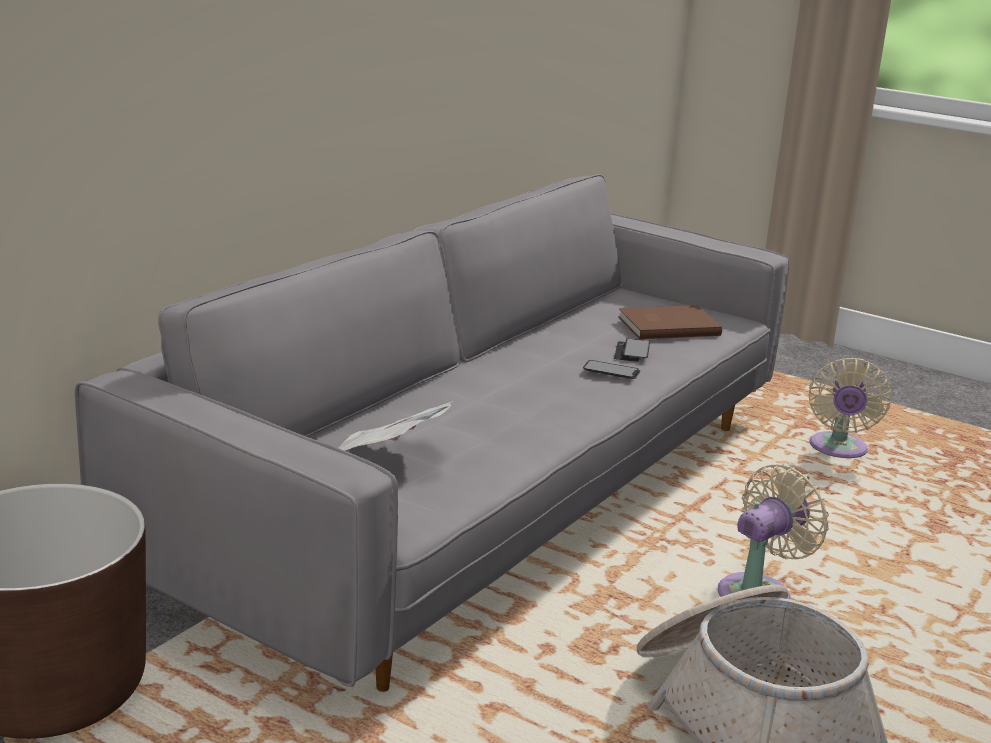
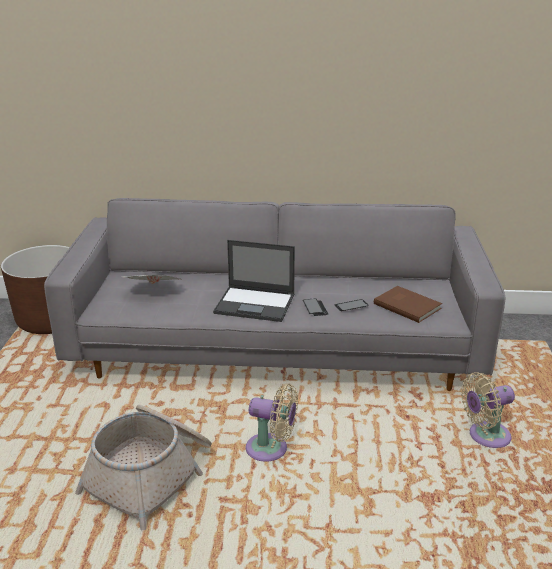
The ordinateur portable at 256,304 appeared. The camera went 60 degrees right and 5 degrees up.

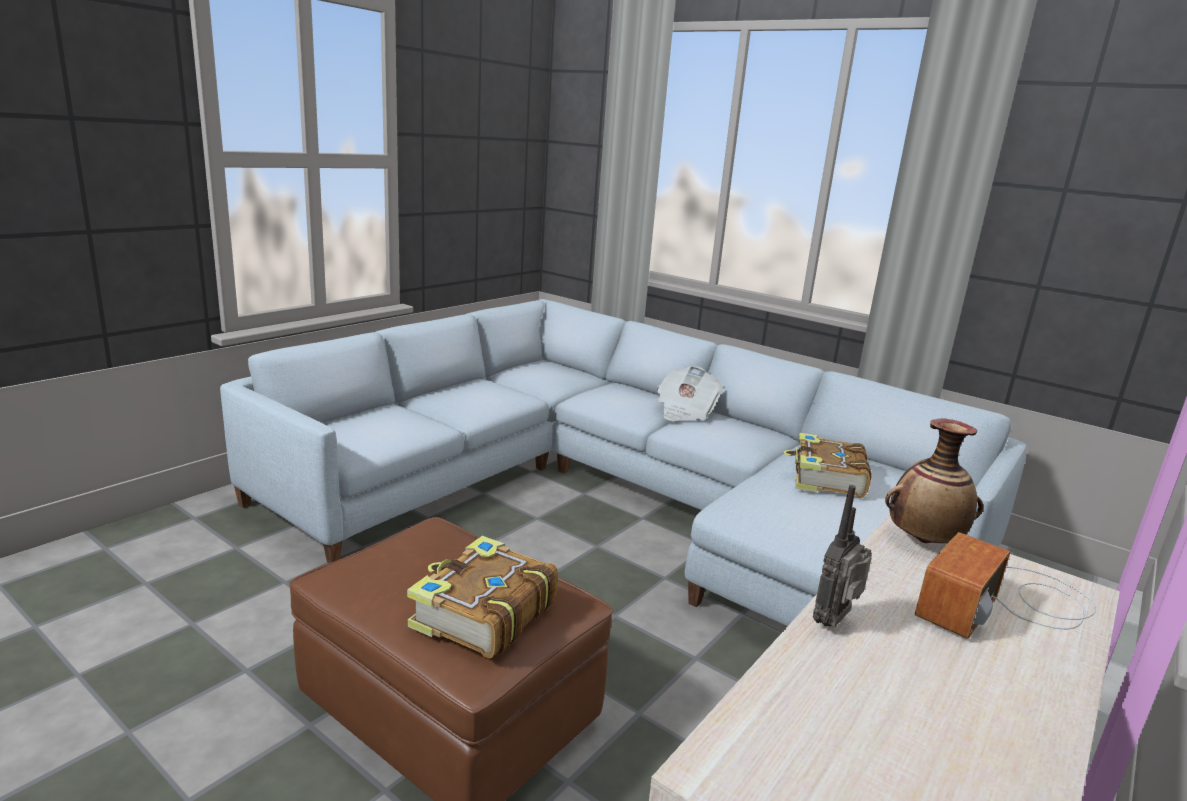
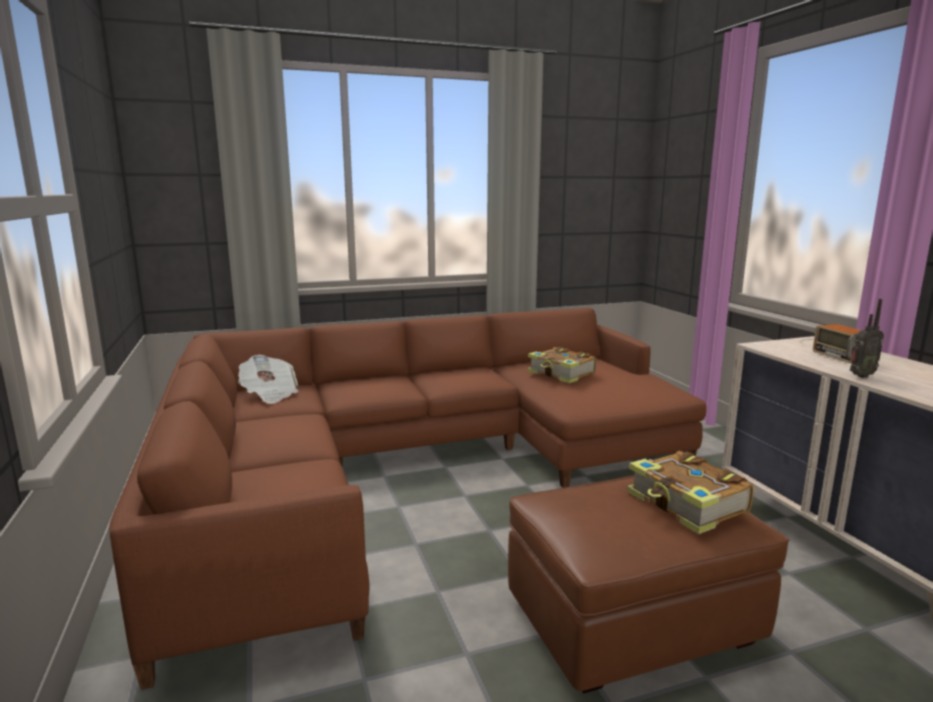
The canapé [gris] at 622,502 became the canapé [marron] at 415,466. The journal moved from 685,411 to 269,394. The radio at 835,623 turned 90 degrees counterclockwise. The vase at 923,540 disappeared. The camera went 55 degrees left and 5 degrees down.

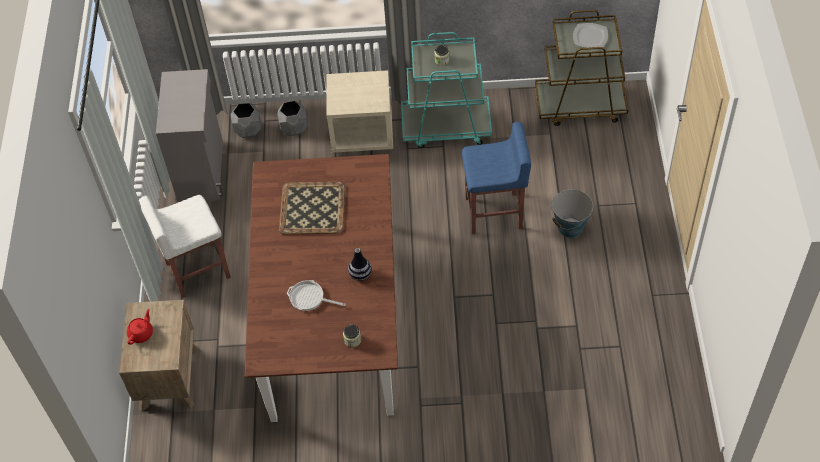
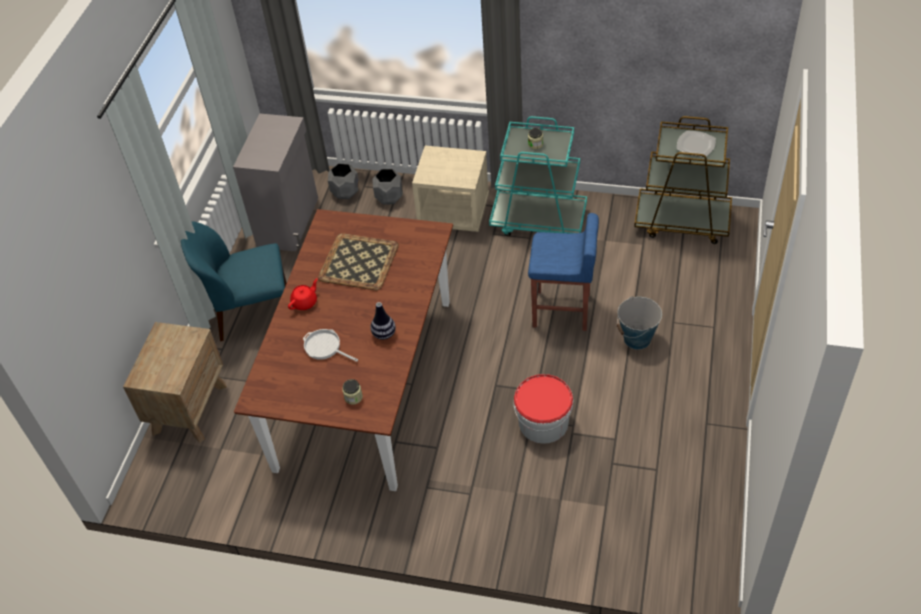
The théière [rouge] moved from 141,333 to 305,302. The tabouret [blanc] at 197,271 was replaced by the chaise [bleu] at 252,313. The seau at 543,422 appeared. The camera went 15 degrees right and 5 degrees down.

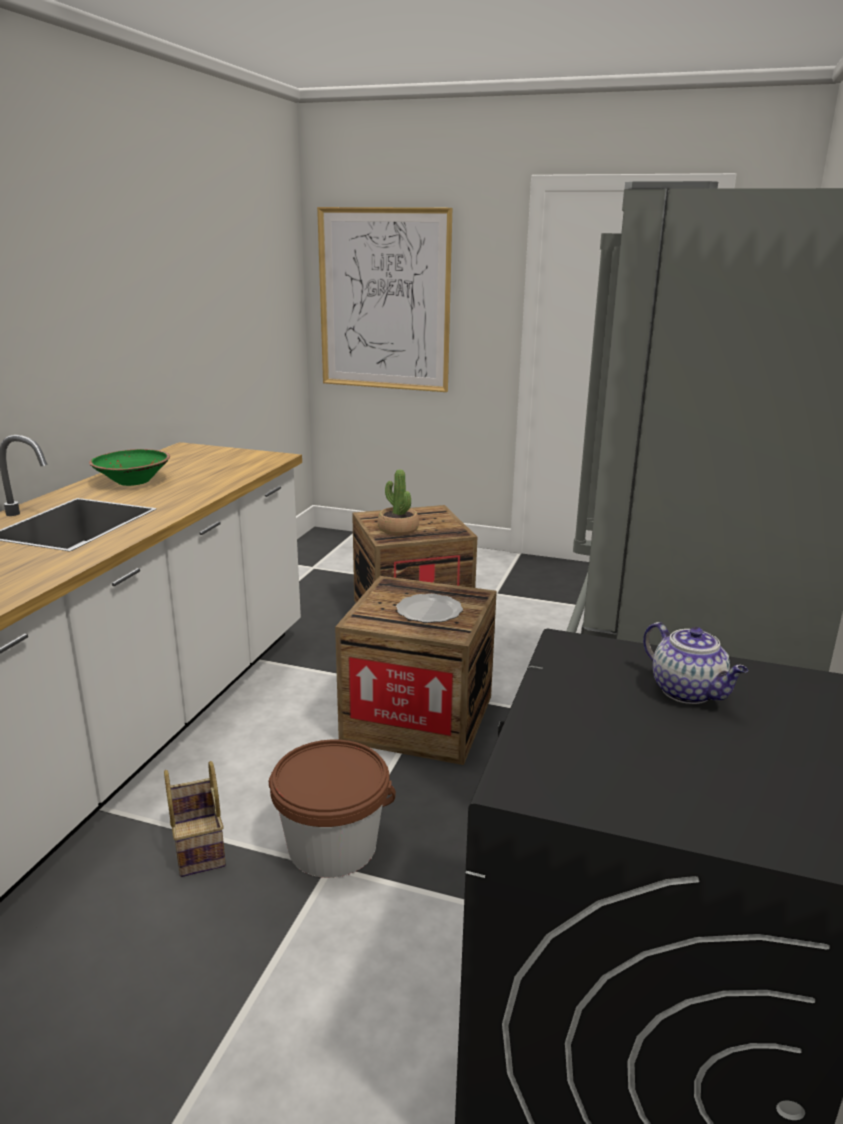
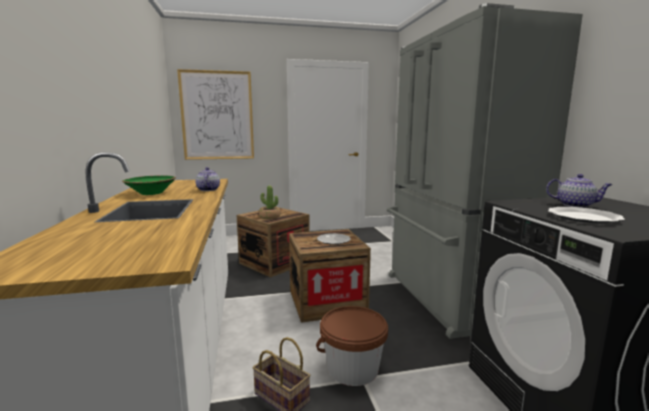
The théière at 208,190 appeared. The assiette at 582,217 appeared. The camera went 30 degrees left and 10 degrees down.

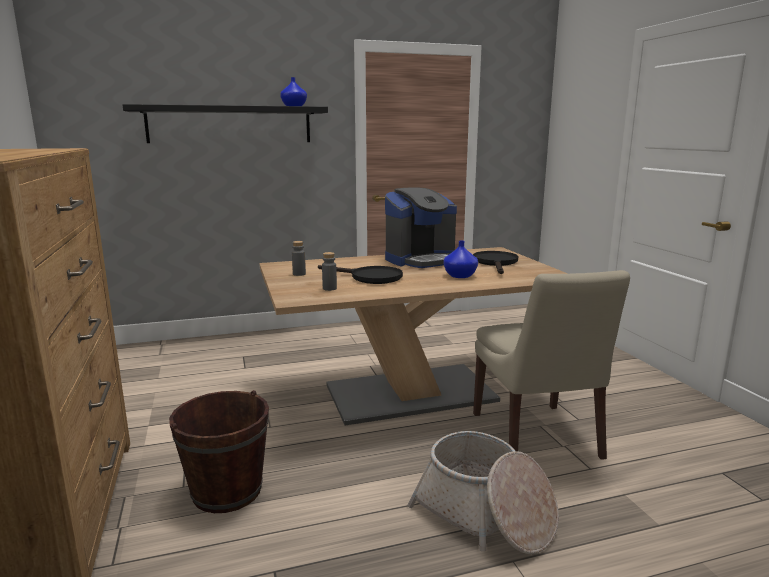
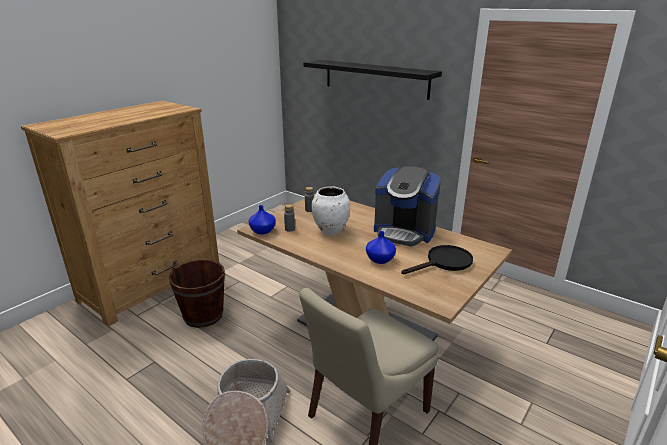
The vase [bleu] moved from 293,106 to 262,231. The poêle [noir] at 369,277 was replaced by the vase [blanc] at 330,231. The camera went 55 degrees right and 10 degrees up.

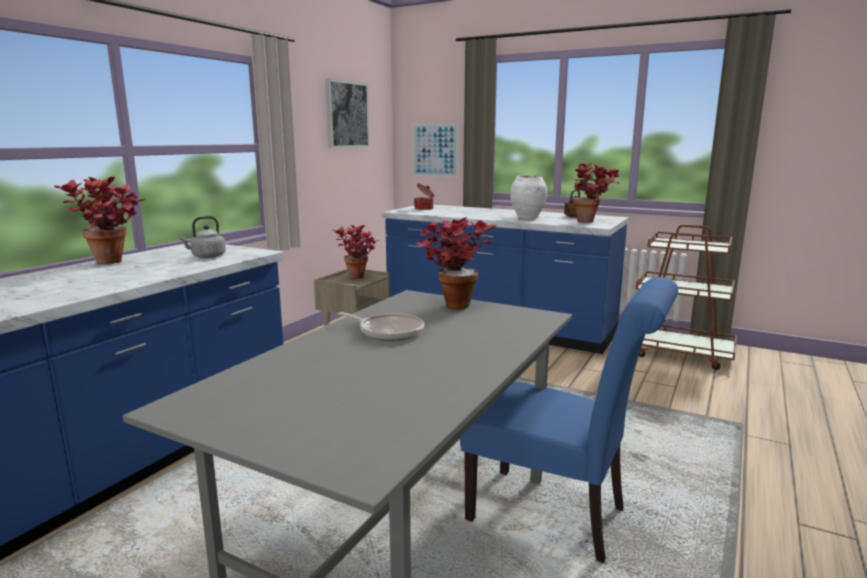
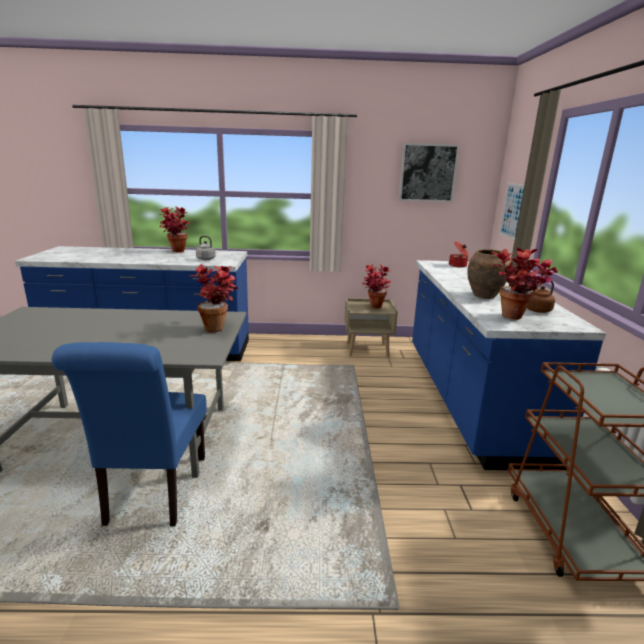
The poêle at 388,331 disappeared. The vase [blanc] at 527,218 became the vase [marron] at 484,296. The camera went 60 degrees right and 5 degrees up.

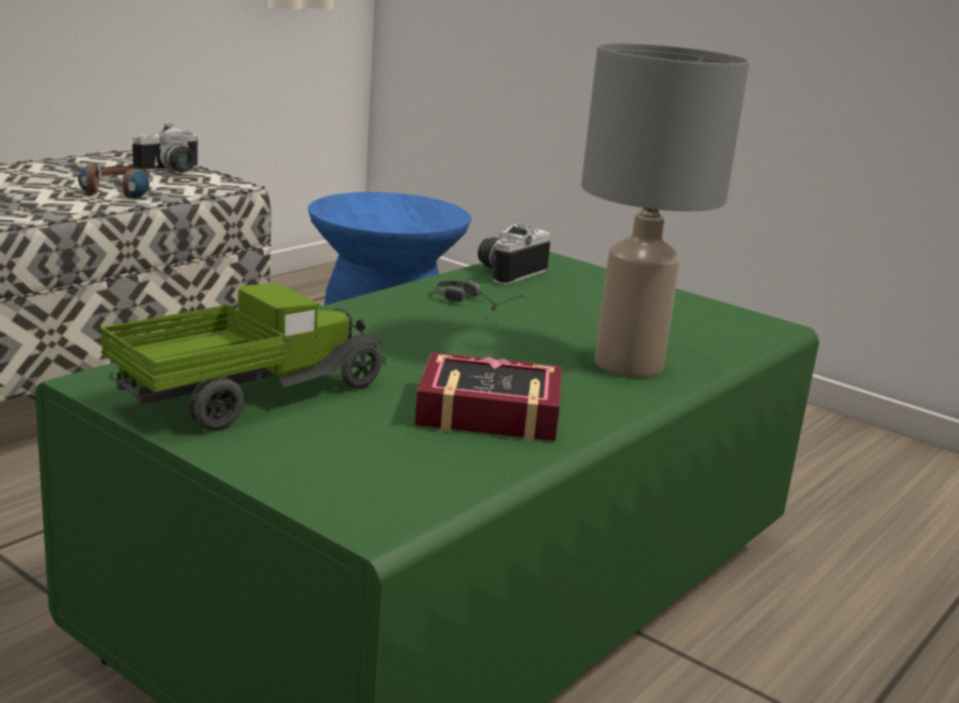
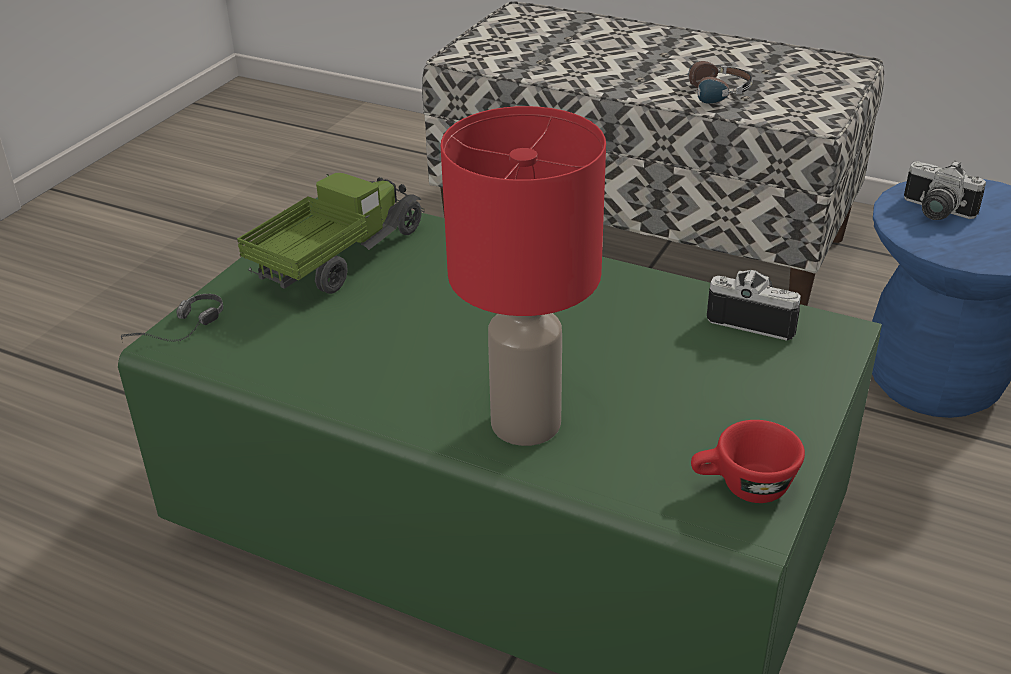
The camion jouet at 249,396 turned 90 degrees counterclockwise. The appareil photo moved from 172,171 to 934,212. The livre at 482,409 disappeared. The casque audio moved from 484,306 to 179,334. The lampe de table [gris] at 631,365 became the lampe de table [rouge] at 526,425. The tasse [rouge] at 743,487 appeared. The camera went 80 degrees right and 15 degrees up.

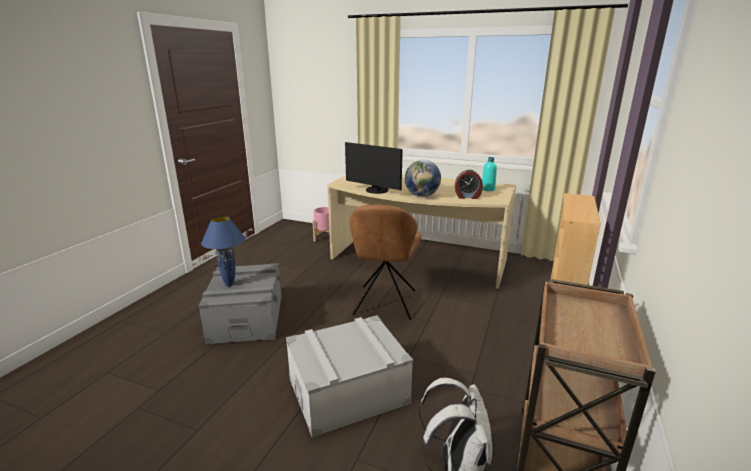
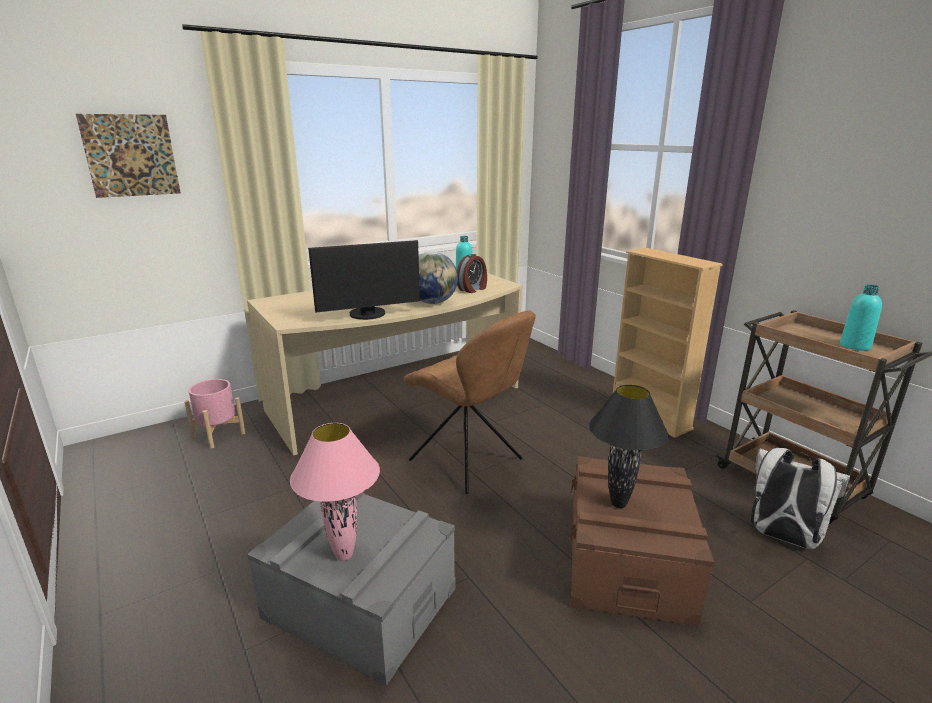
The lampe de table [bleu] at 229,284 became the lampe de table [rose] at 345,556. The boîte de rangement [gris] at 348,392 became the boîte de rangement [marron] at 628,561. The tableau at 131,155 appeared. The lampe de table [noir] at 617,503 appeared. The bouteille [turquoise] at 855,346 appeared. The camera went 55 degrees left and 0 degrees up.

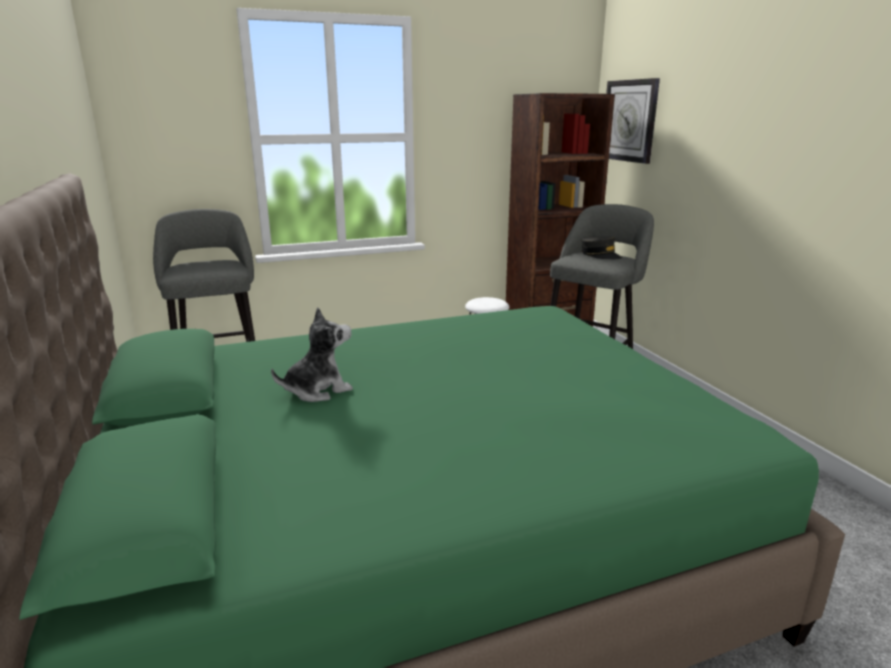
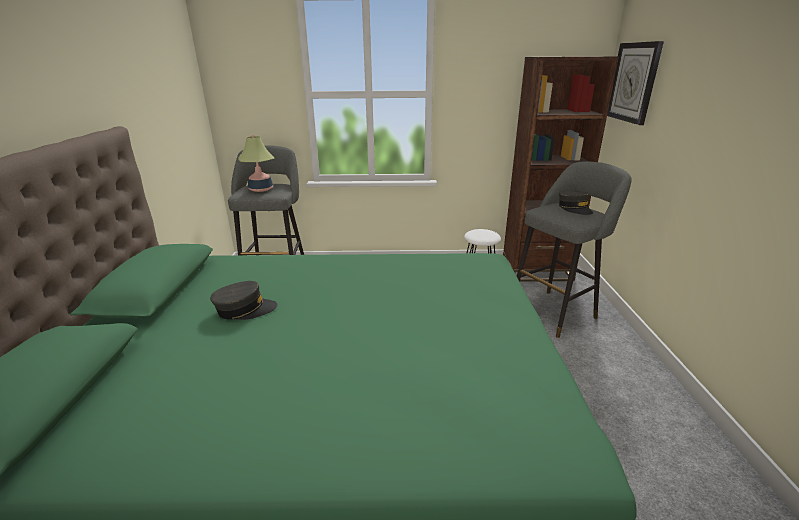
The peluche at 317,390 was replaced by the casquette [gris] at 245,309. The lampe de table at 261,189 appeared. The camera went 20 degrees right and 5 degrees up.

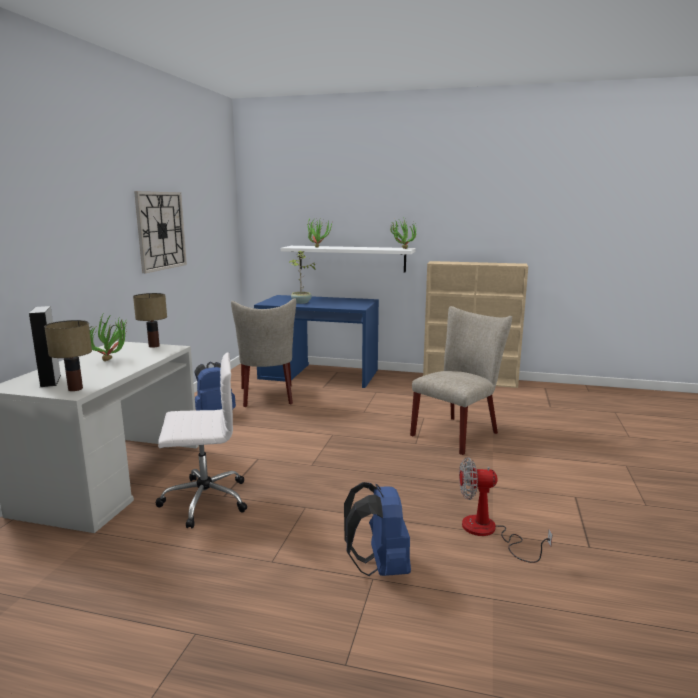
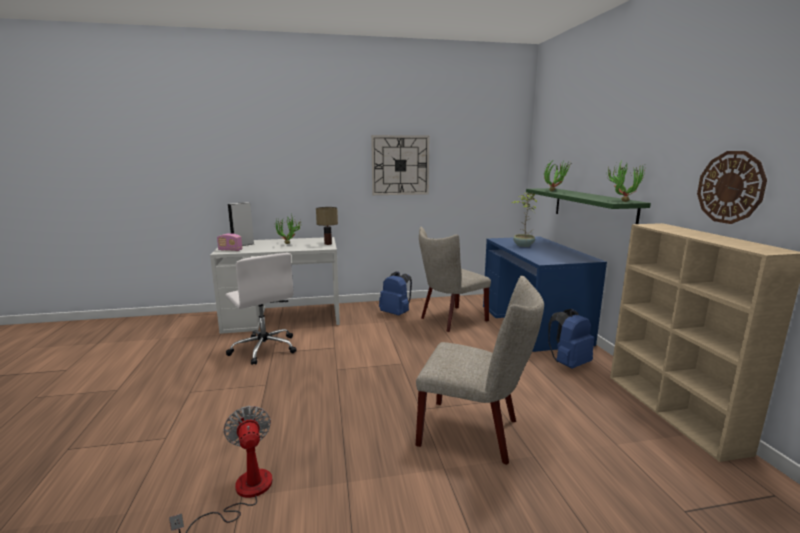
The lampe de table at 75,388 was replaced by the radio at 230,250. The étagère [blanc] at 351,258 became the étagère [vert] at 592,208. The sac à dos [bleu] moved from 380,567 to 568,364. The horloge murale at 730,187 appeared. The camera went 65 degrees right and 0 degrees up.

